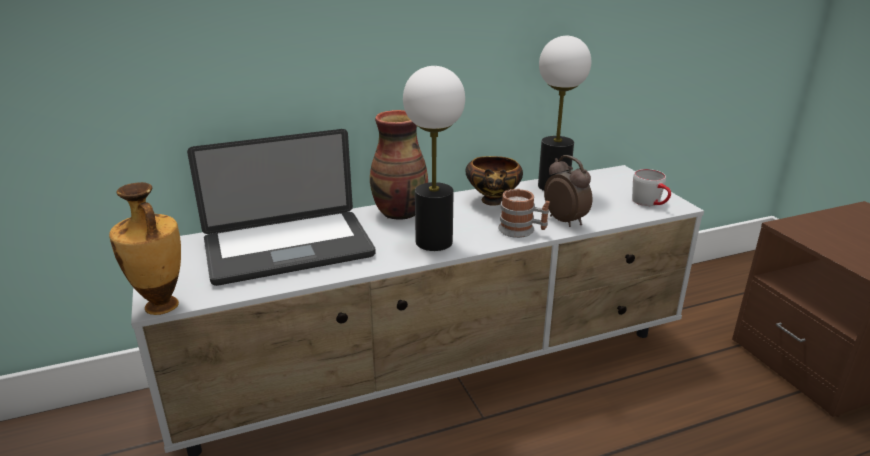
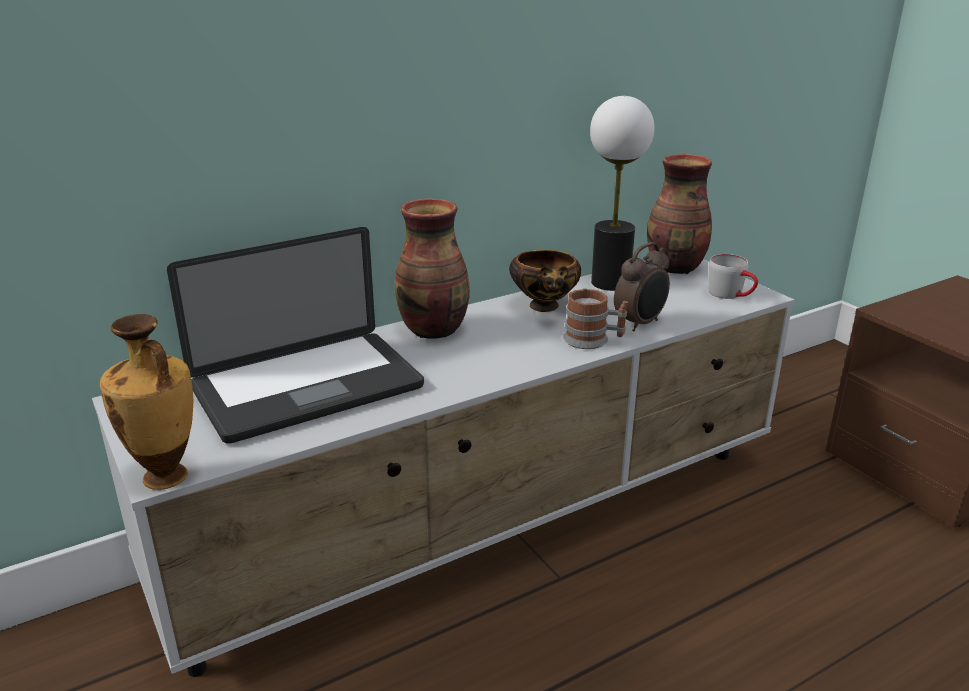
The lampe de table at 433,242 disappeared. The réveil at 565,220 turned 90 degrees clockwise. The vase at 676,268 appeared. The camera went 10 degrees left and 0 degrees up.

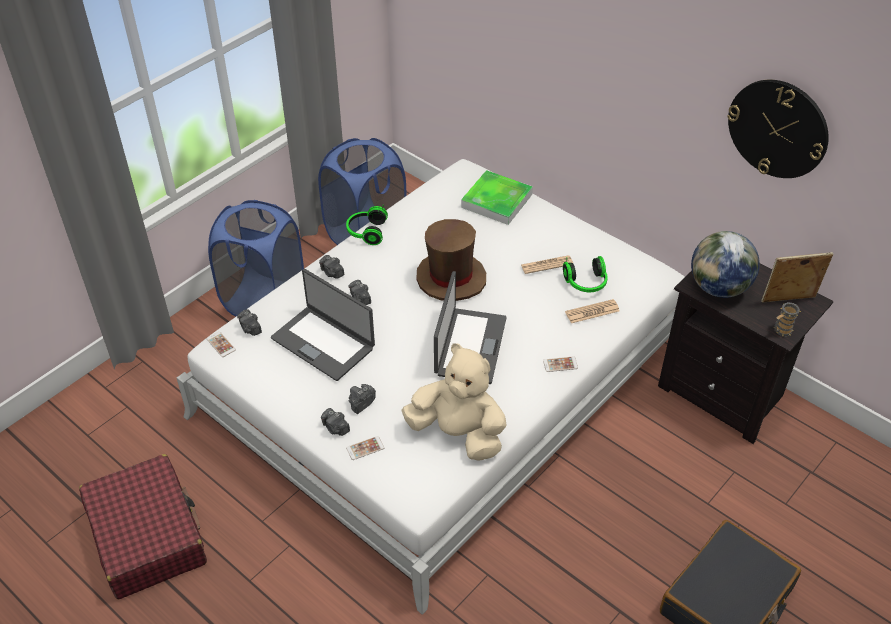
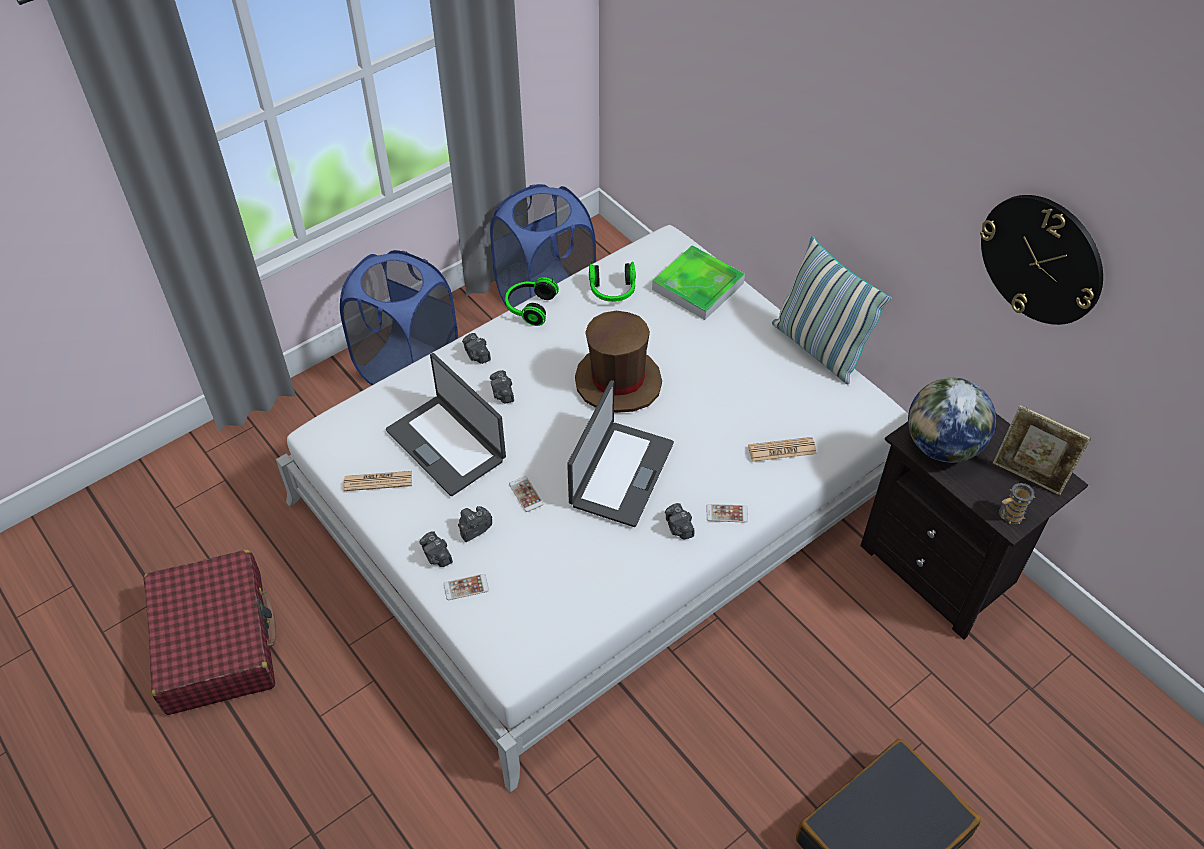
The téléphone moved from 221,344 to 526,494. The appareil photo moved from 250,328 to 679,528. The peluche [beige] at 458,433 disappeared. The journal moved from 546,265 to 378,481. The casque audio moved from 586,283 to 612,291. The cadre photo at 788,301 turned 150 degrees counterclockwise. The coussin at 818,348 appeared. The camera went 10 degrees right and 5 degrees up.

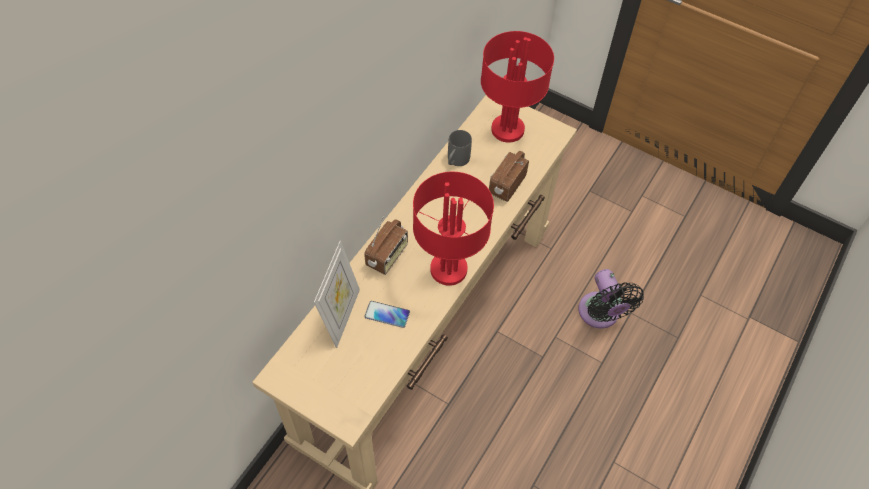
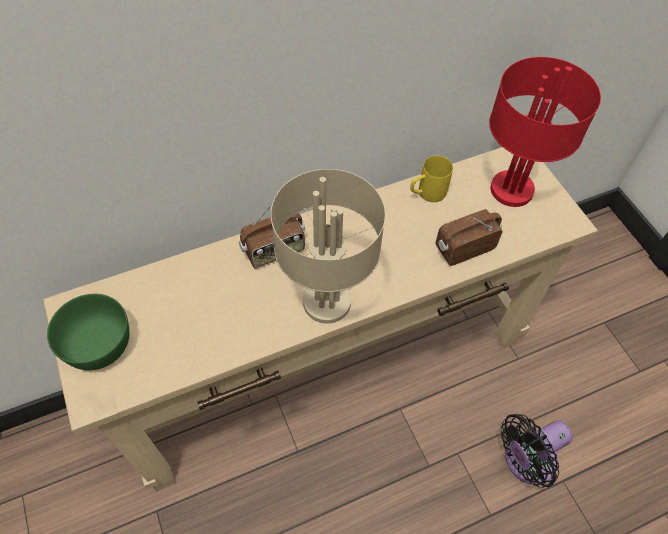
The cadre photo at 341,316 disappeared. The téléphone at 387,314 disappeared. The lampe de table [rouge] at 449,269 became the lampe de table [beige] at 328,302. The mug [gris] at 456,161 became the mug [jaune] at 426,194. The ventilateur [noir] at 600,314 turned 45 degrees clockwise. The bol [vert] at 97,344 appeared. The camera went 35 degrees right and 0 degrees up.

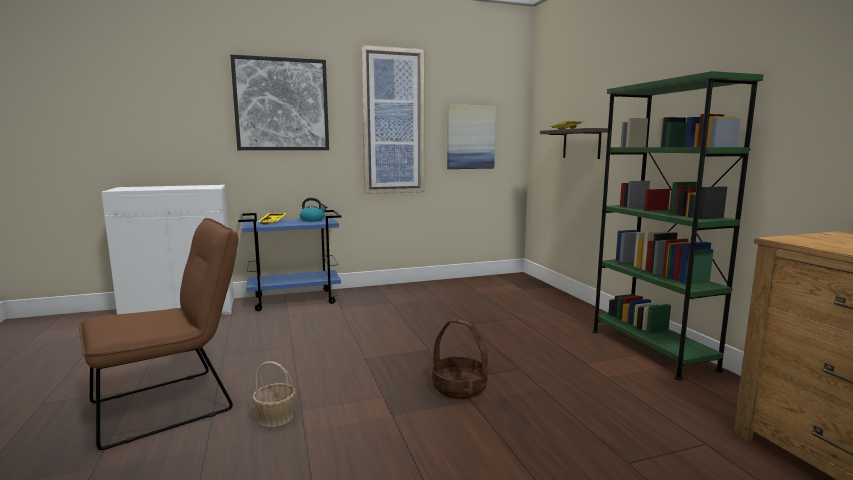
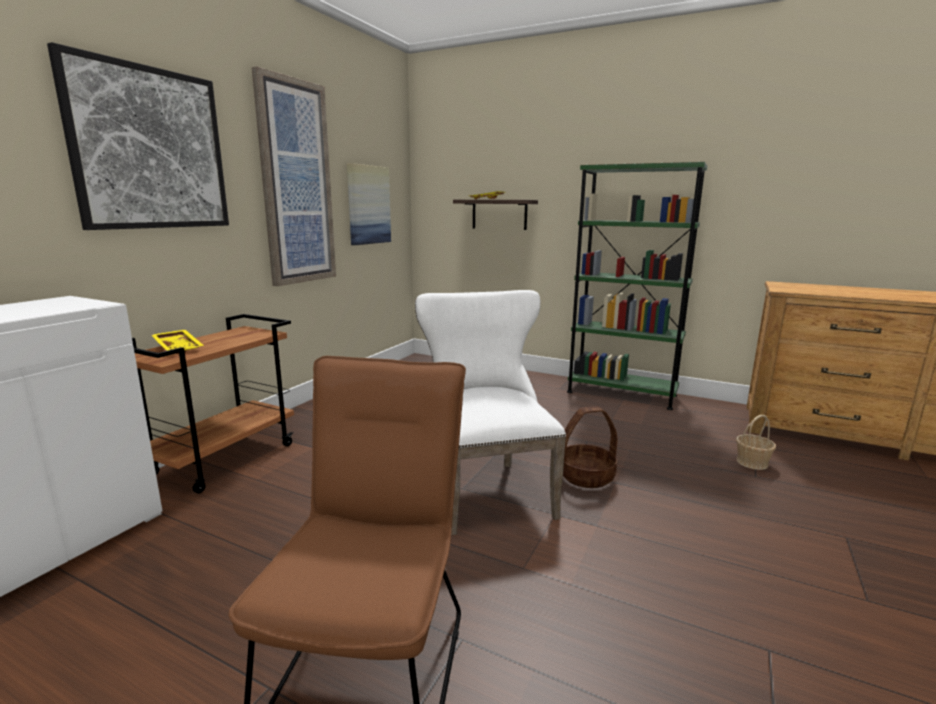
The chariot [bleu] at 295,300 became the chariot [marron] at 225,458. The panier moved from 275,417 to 752,462. The bouilloire at 313,220 disappeared. The chaise [blanc] at 486,489 appeared. The camera went 45 degrees left and 5 degrees up.

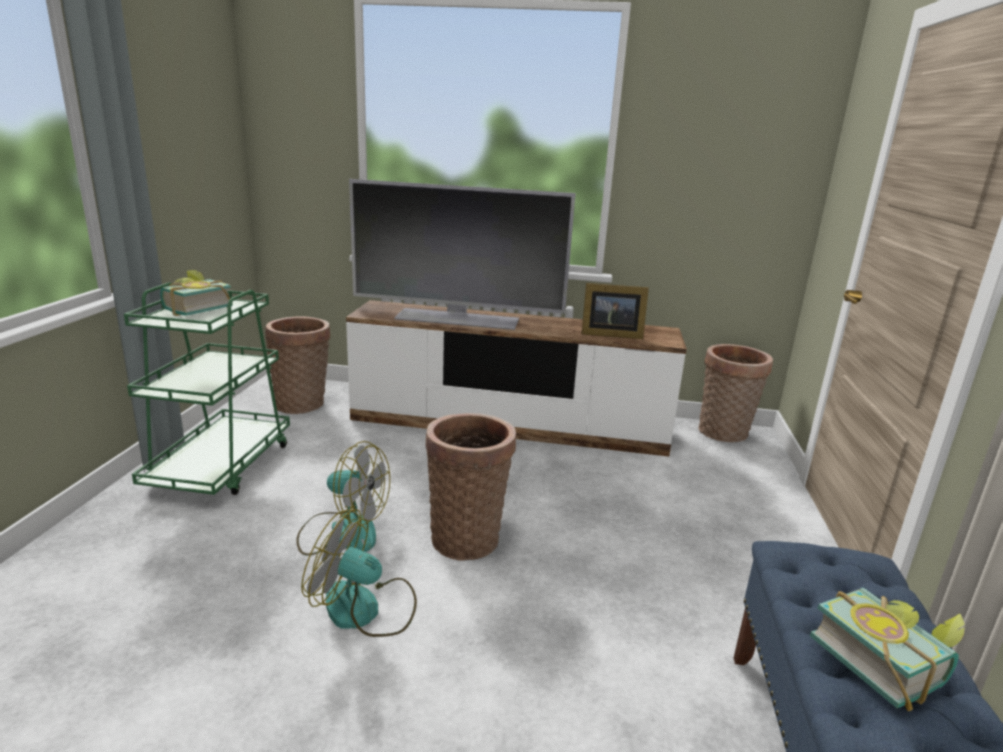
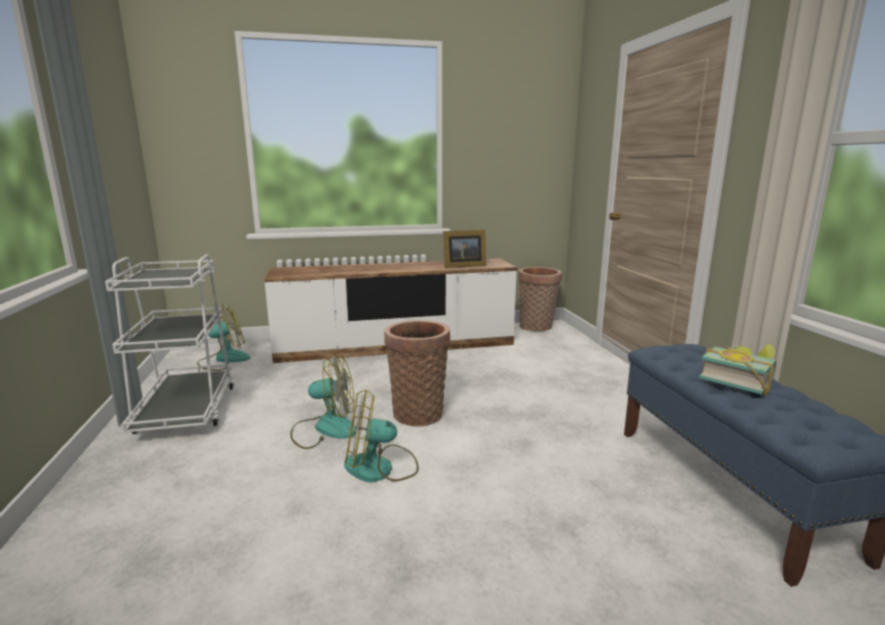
The chariot [vert] at 221,466 became the chariot [blanc] at 186,410. The livre at 195,309 disappeared. The panier at 303,404 was replaced by the ventilateur at 224,359. The téléviseur at 457,318 disappeared. The camera went 20 degrees left and 5 degrees down.

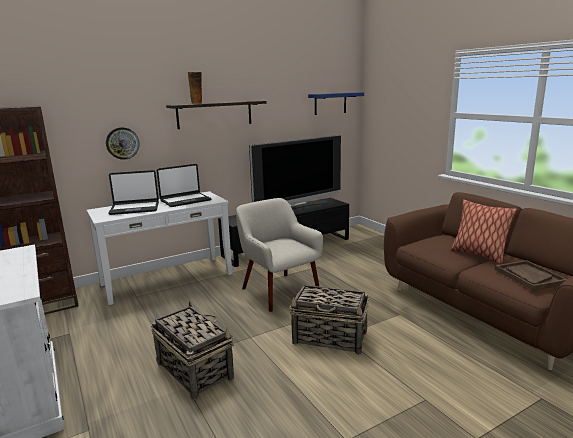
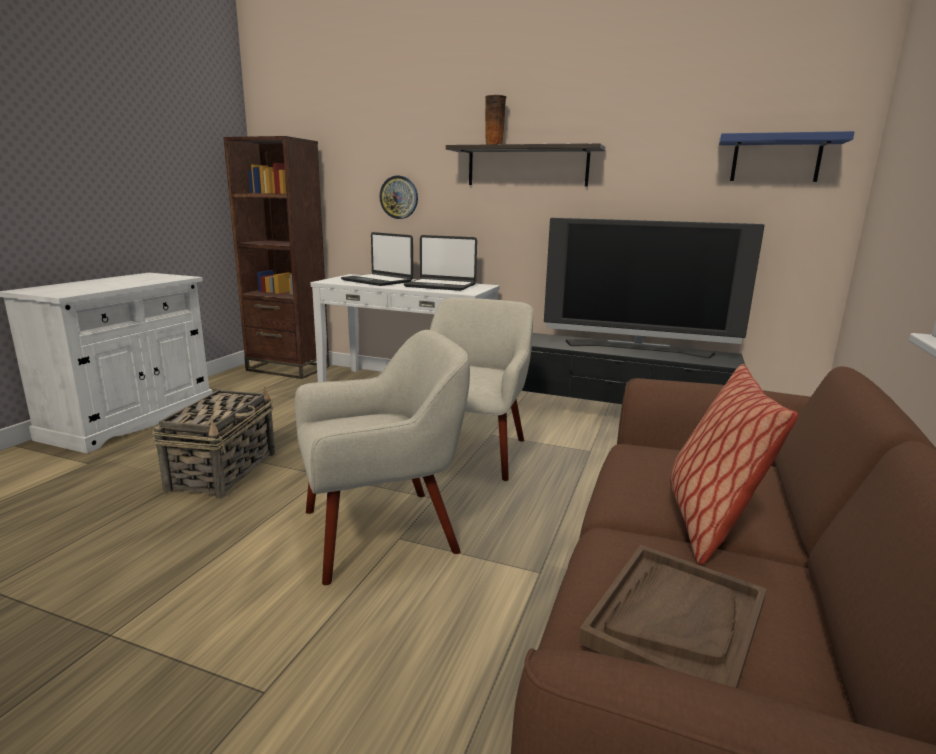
The panier at 330,338 was replaced by the fauteuil [beige] at 382,531. The camera went 50 degrees right and 0 degrees up.

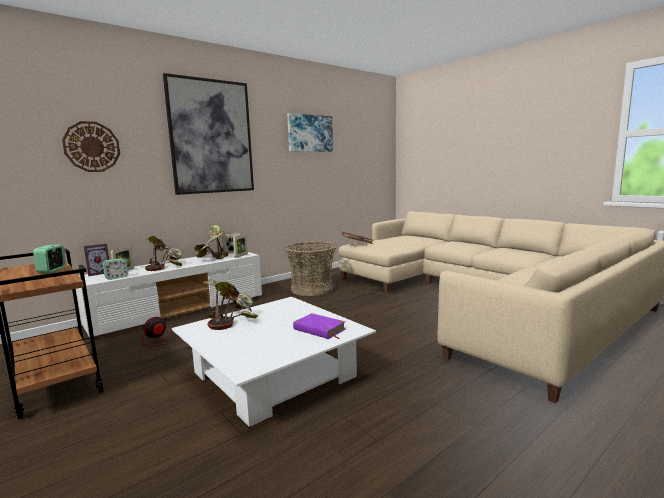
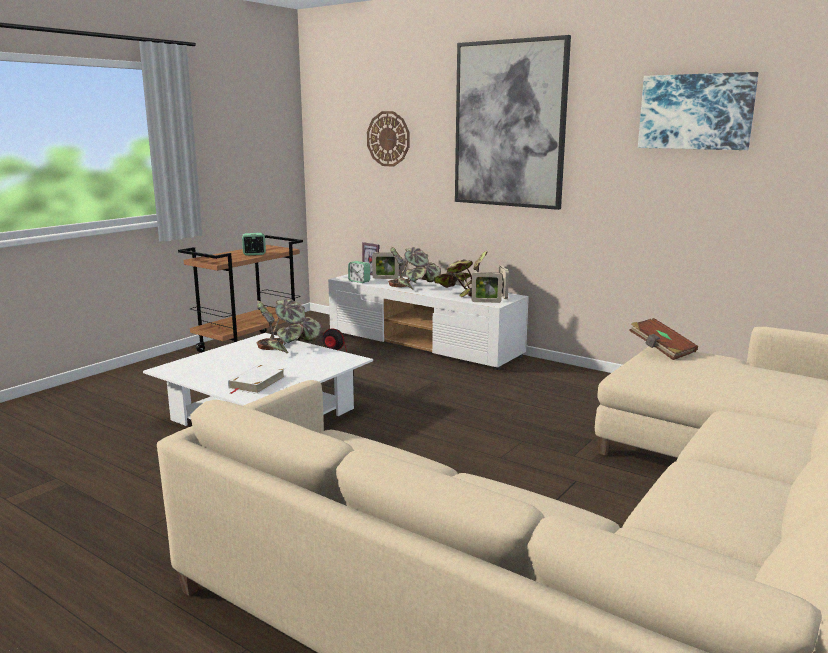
The panier at 312,289 disappeared. The livre [violet] at 319,329 became the livre [blanc] at 257,383. The camera went 75 degrees right and 5 degrees up.

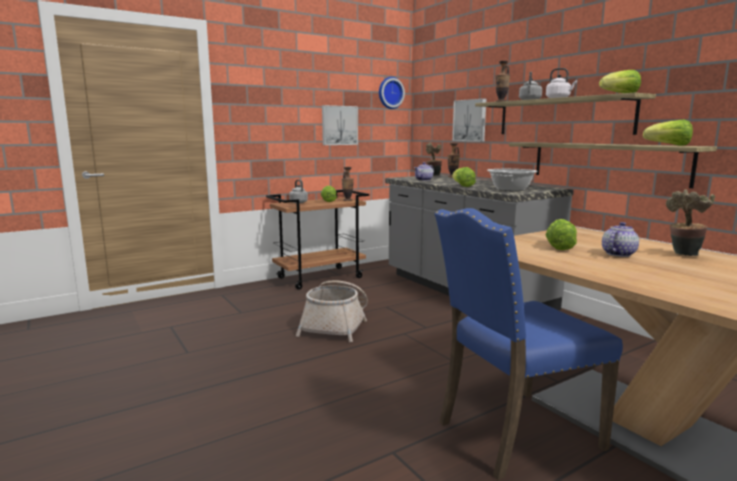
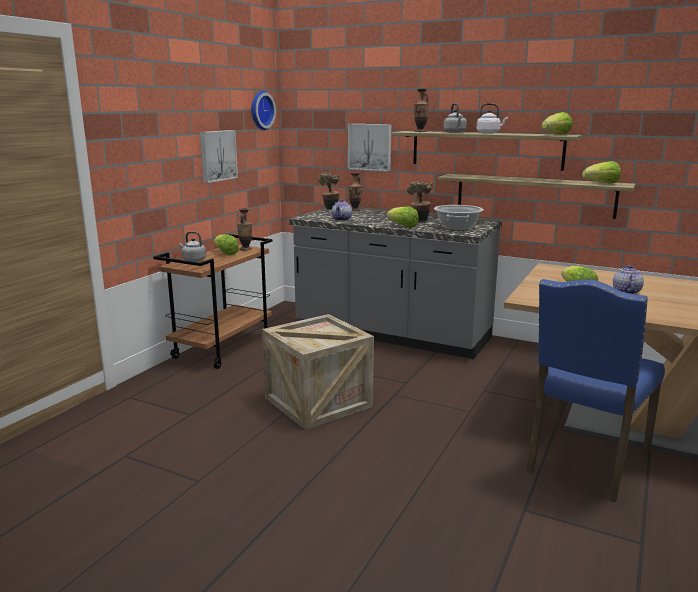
The panier at 336,325 was replaced by the caisse at 318,402. The plante en pot moved from 683,255 to 419,222. The camera went 30 degrees left and 5 degrees up.

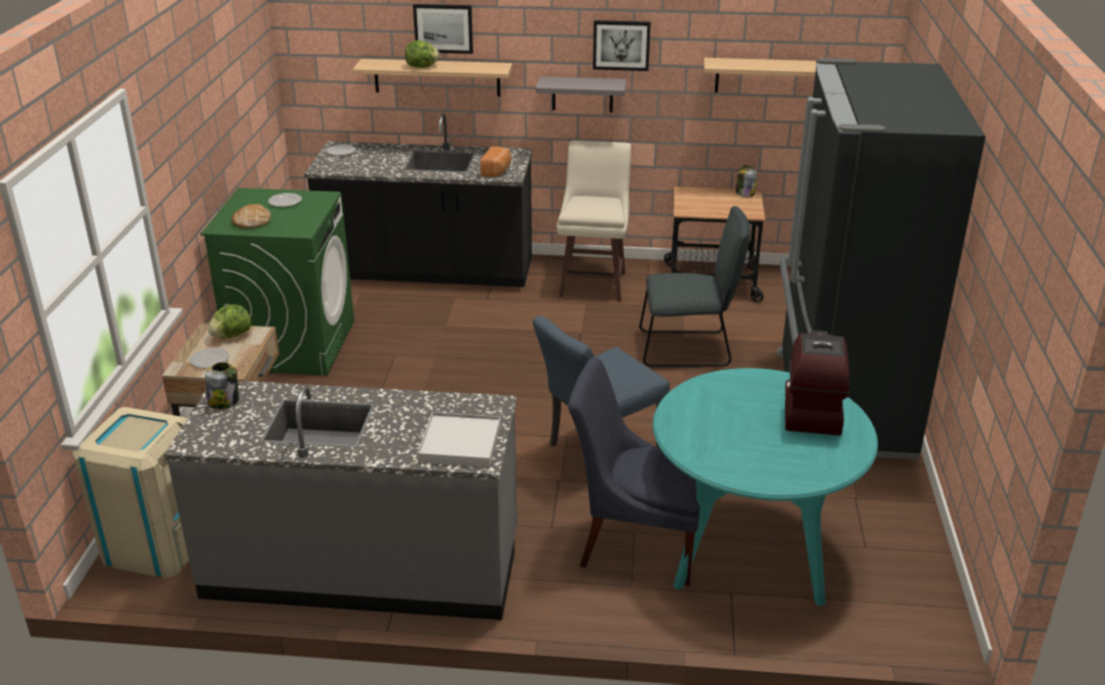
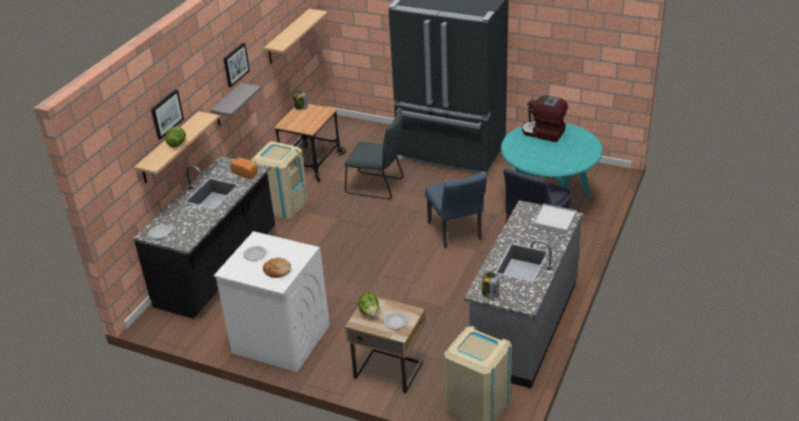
The lave-linge [vert] at 293,344 became the lave-linge [blanc] at 280,339. The tabouret [beige] at 594,283 was replaced by the poubelle [beige] at 283,204. The chaise [gris] at 689,349 turned 90 degrees clockwise. The camera went 70 degrees left and 5 degrees up.

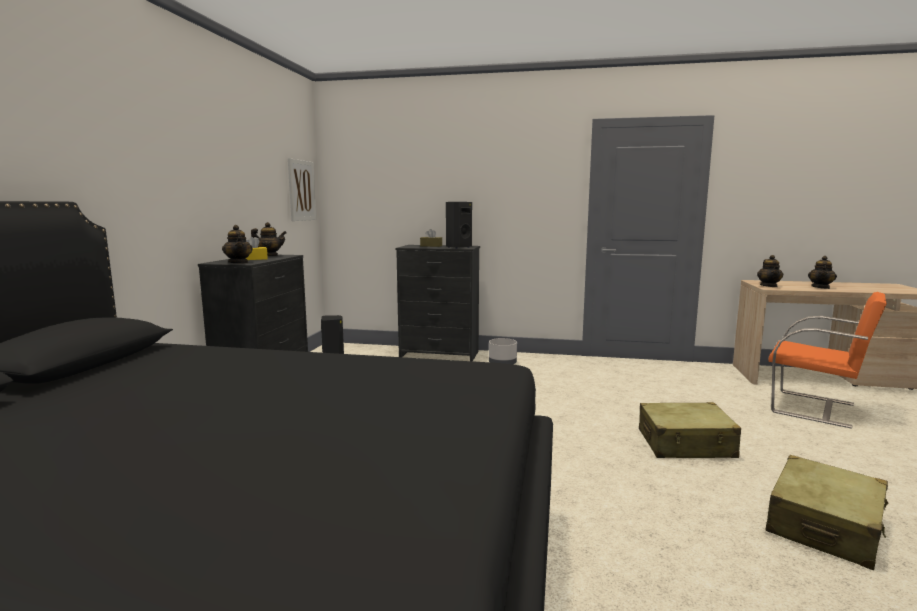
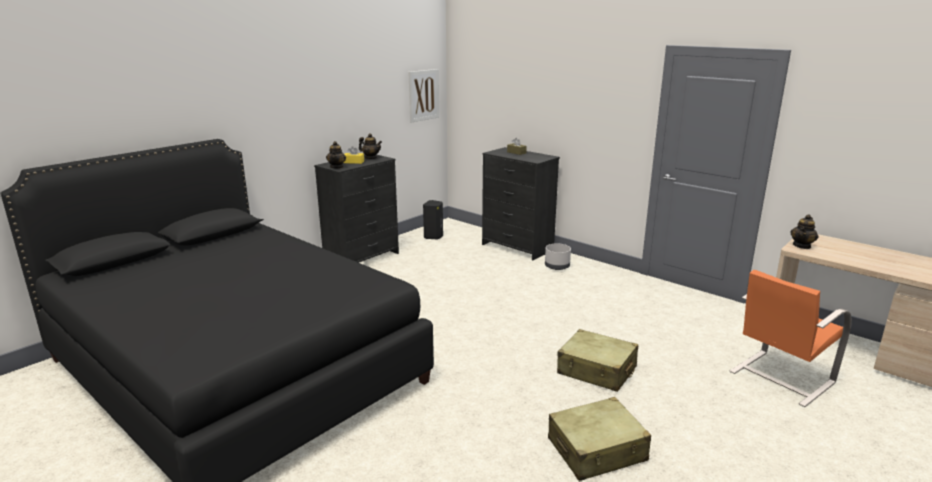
The enceinte [noir] at 458,247 disappeared. The chaise [orange] at 815,408 turned 75 degrees clockwise. The théière at 820,287 disappeared. The camera went 30 degrees right and 10 degrees up.

